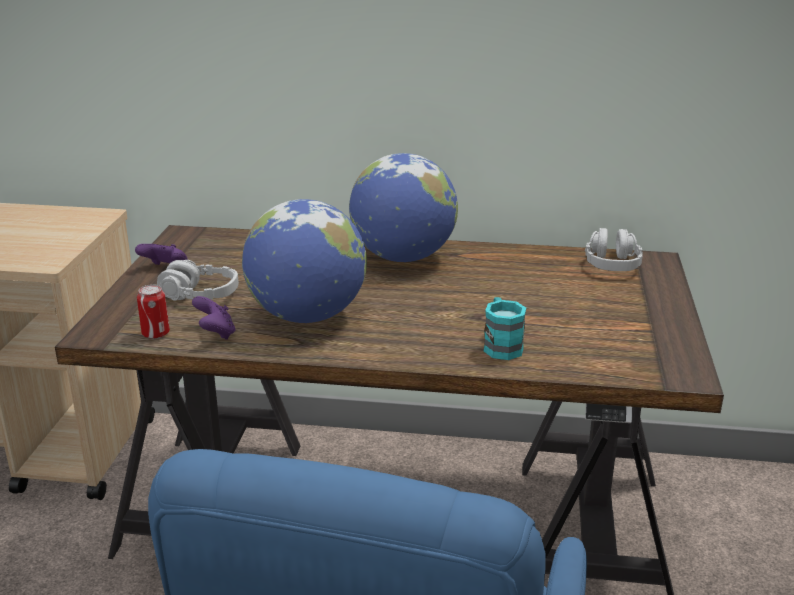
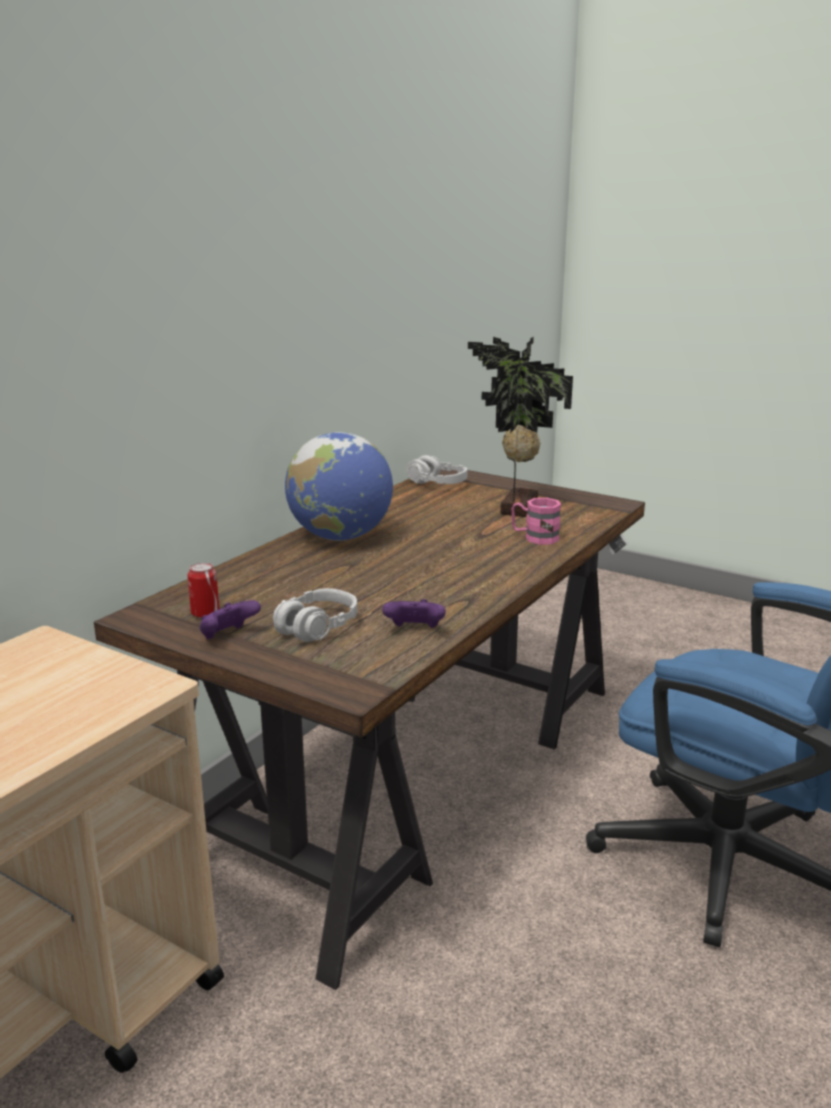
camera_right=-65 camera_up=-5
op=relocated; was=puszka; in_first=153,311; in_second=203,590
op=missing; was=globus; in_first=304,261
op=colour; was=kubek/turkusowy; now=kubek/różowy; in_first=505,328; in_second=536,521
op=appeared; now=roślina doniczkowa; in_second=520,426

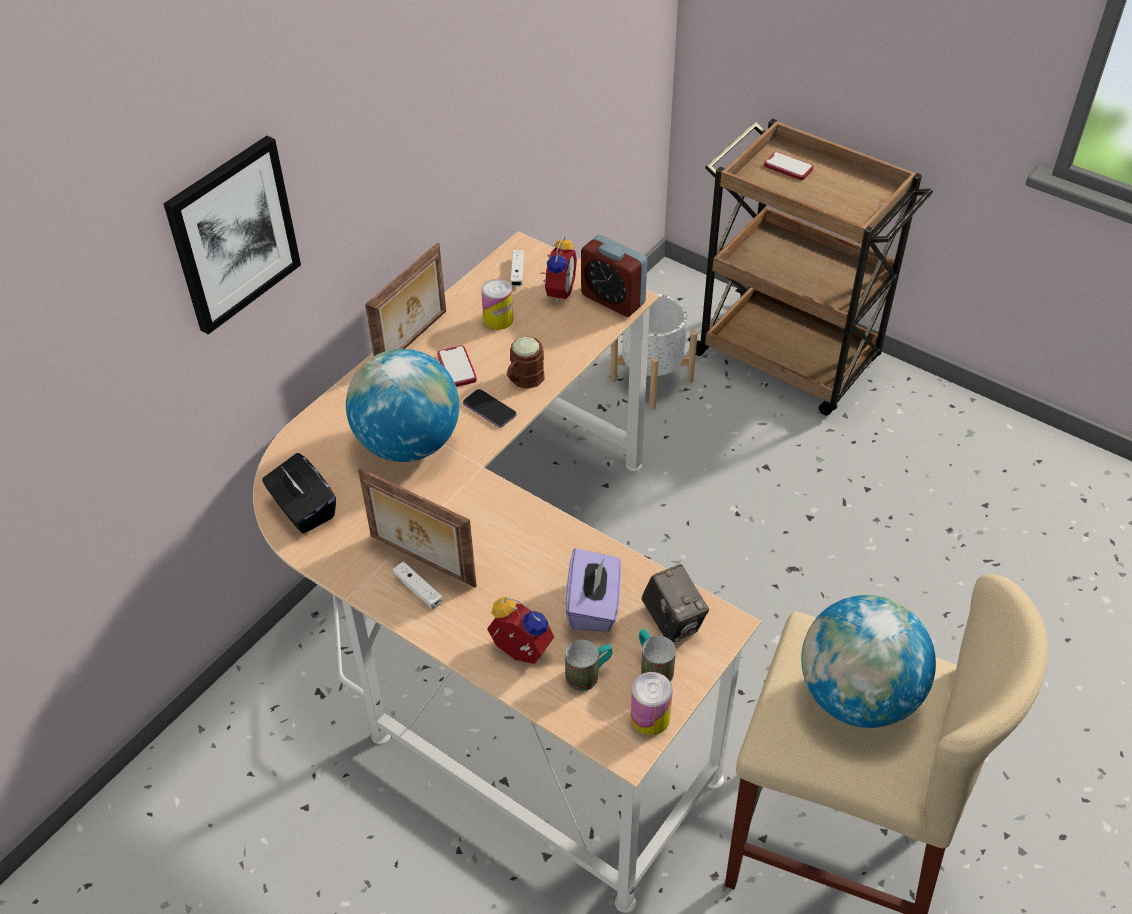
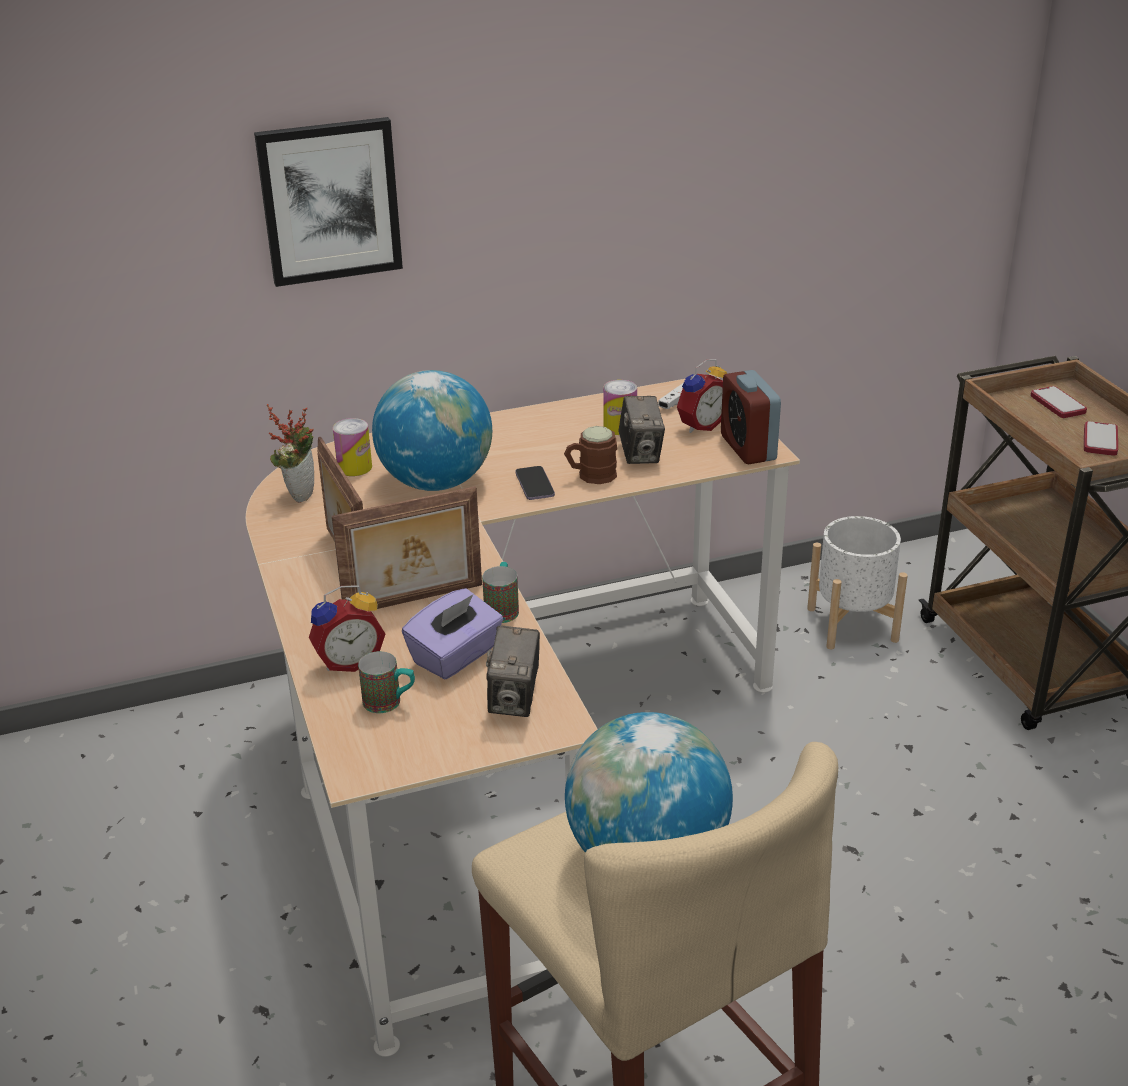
camera_right=35 camera_up=-15
op=exchanged; was=pudełko chusteczek/czarny; now=roślina doniczkowa; in_first=299,493; in_second=290,453
op=relocated; was=ramka na zdjęcie; in_first=405,299; in_second=407,547
op=missing; was=pad do gier/biały; in_first=418,585
op=relocated; was=telefon; in_first=457,366; in_second=1101,438
op=spun; was=budzik; in_first=520,630; in_second=347,629; clockwise=90
op=relocated; was=puszka; in_first=652,703; in_second=352,447
op=relocated; was=kubek; in_first=657,655; in_second=500,592
op=appeared; now=aparat fotograficzny; in_second=641,430

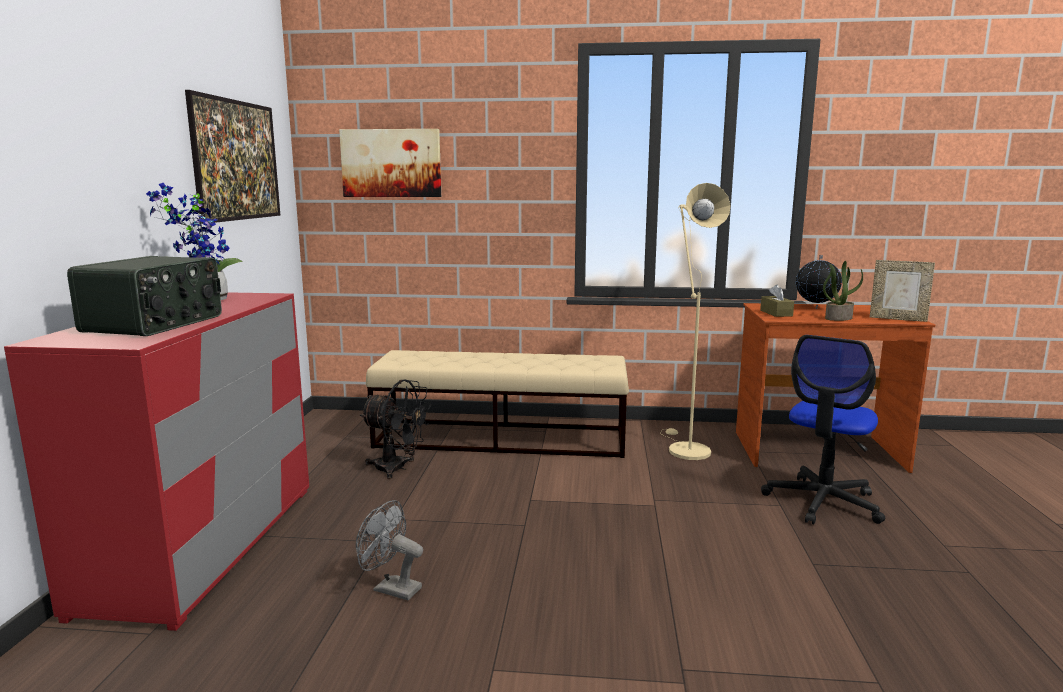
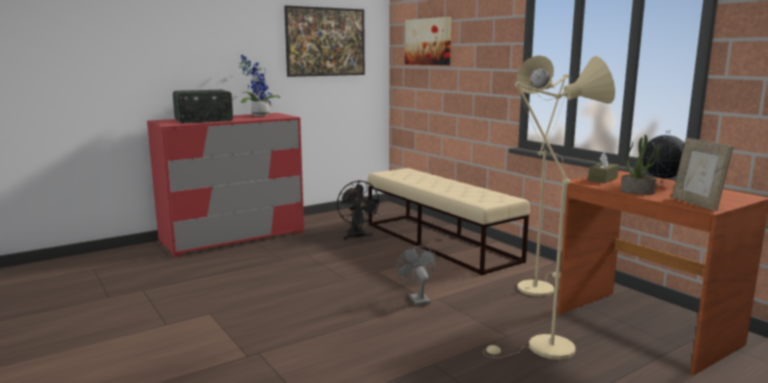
camera_right=50 camera_up=0
op=relocated; was=wentylator/szary; in_first=389,550; in_second=416,276
op=exchanged; was=krzesło biurowe; now=lampa stojąca/beżowy; in_first=823,429; in_second=549,207

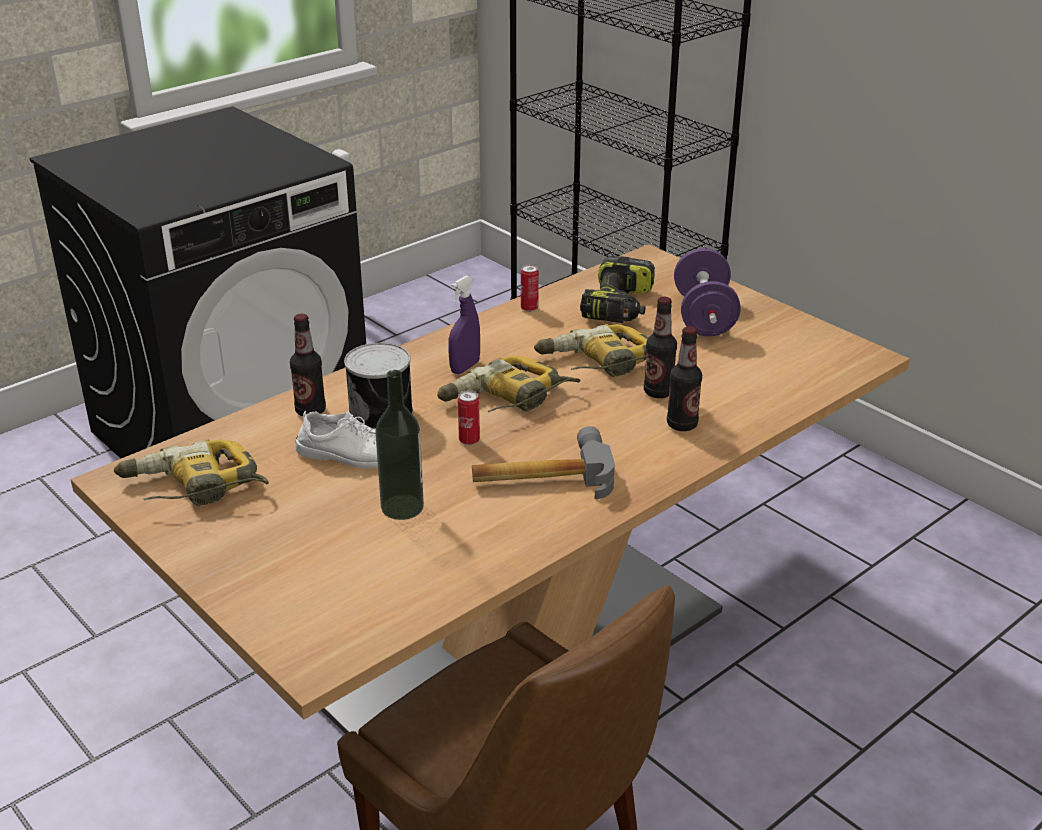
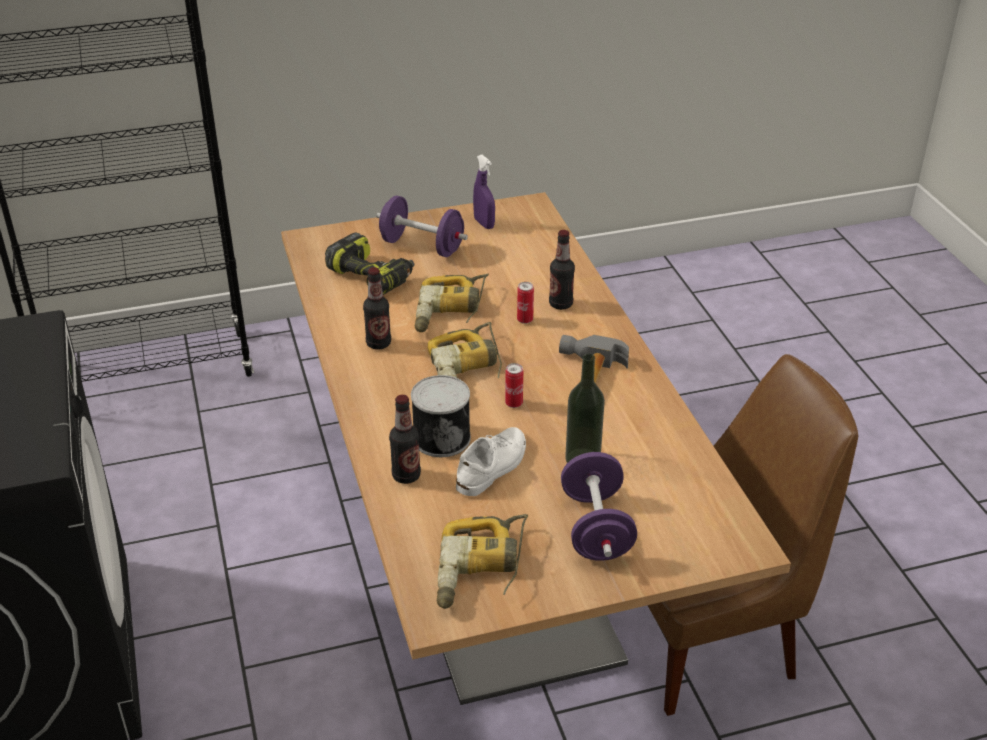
camera_right=-65 camera_up=5
op=relocated; was=spryskiwacz/fioletowy; in_first=464,325; in_second=484,192
op=relocated; was=puszka; in_first=530,288; in_second=525,303
op=relocated; was=butelka; in_first=660,347; in_second=377,308
op=appeared; now=hantel/fioletowy; in_second=599,506

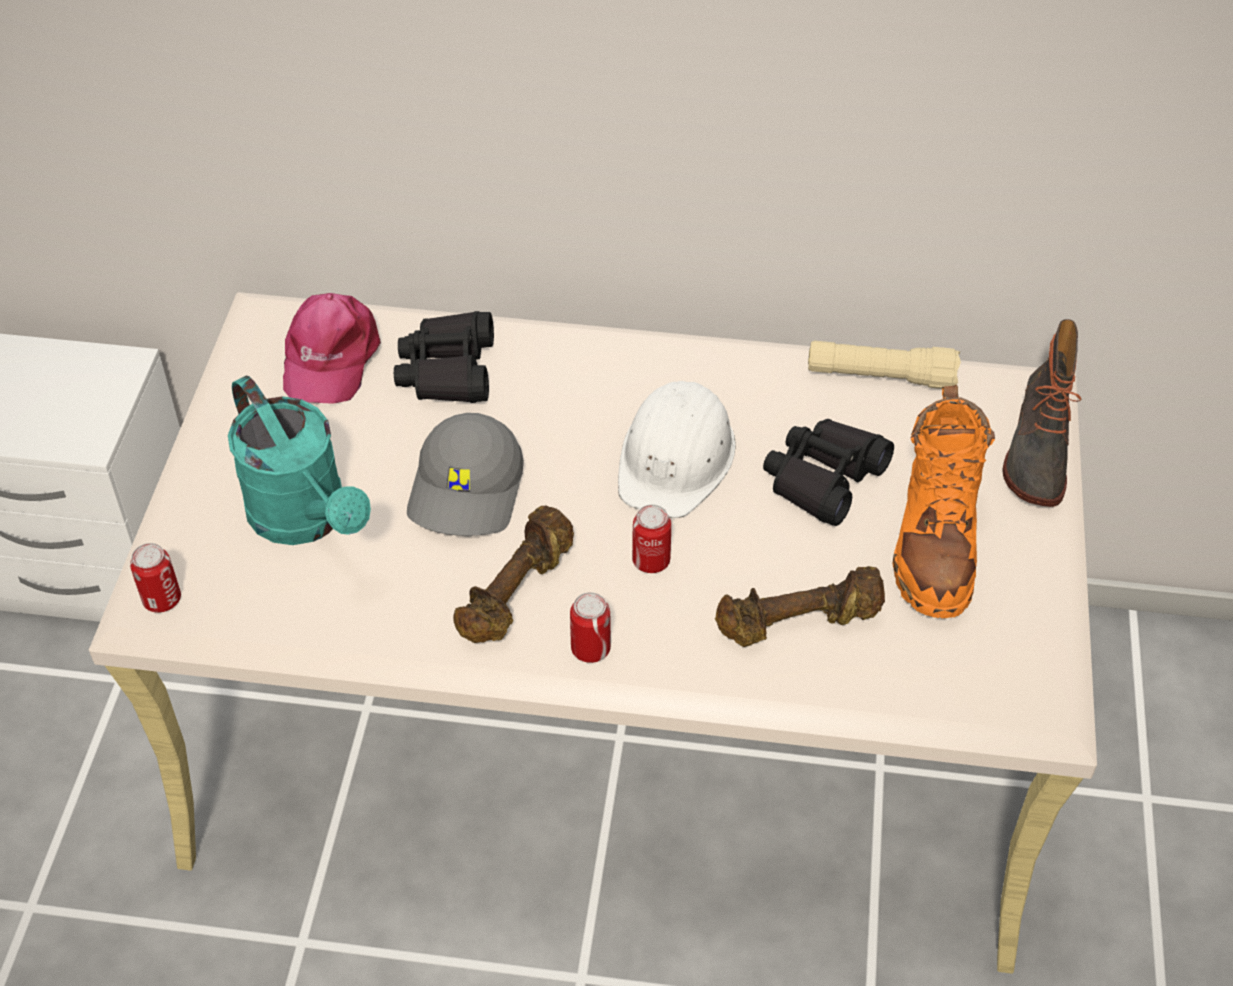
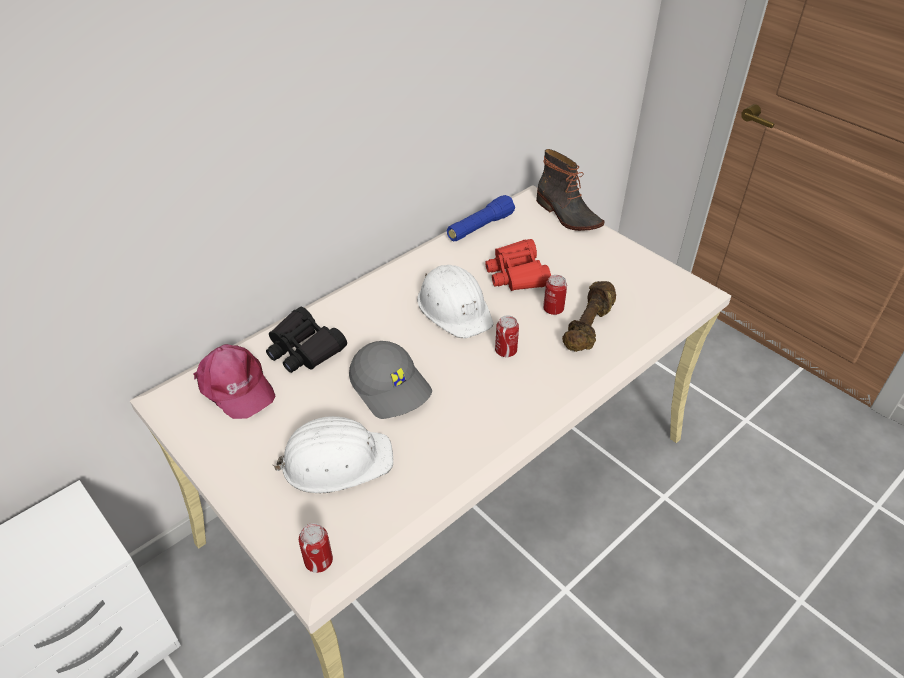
camera_right=-50 camera_up=-5
op=exchanged; was=konewka/turkusowy; now=kask/biały; in_first=299,460; in_second=333,454
op=missing; was=hantel/brązowy; in_first=513,574
op=relocated; was=puszka; in_first=590,627; in_second=555,295
op=colour; was=lornetka/czarny; now=lornetka/czerwony; in_first=828,472; in_second=518,265
op=colour; was=latarka/beżowy; now=latarka/niebieski; in_first=884,365; in_second=481,218
op=missing; was=but z cholewką/pomarańczowy; in_first=943,501

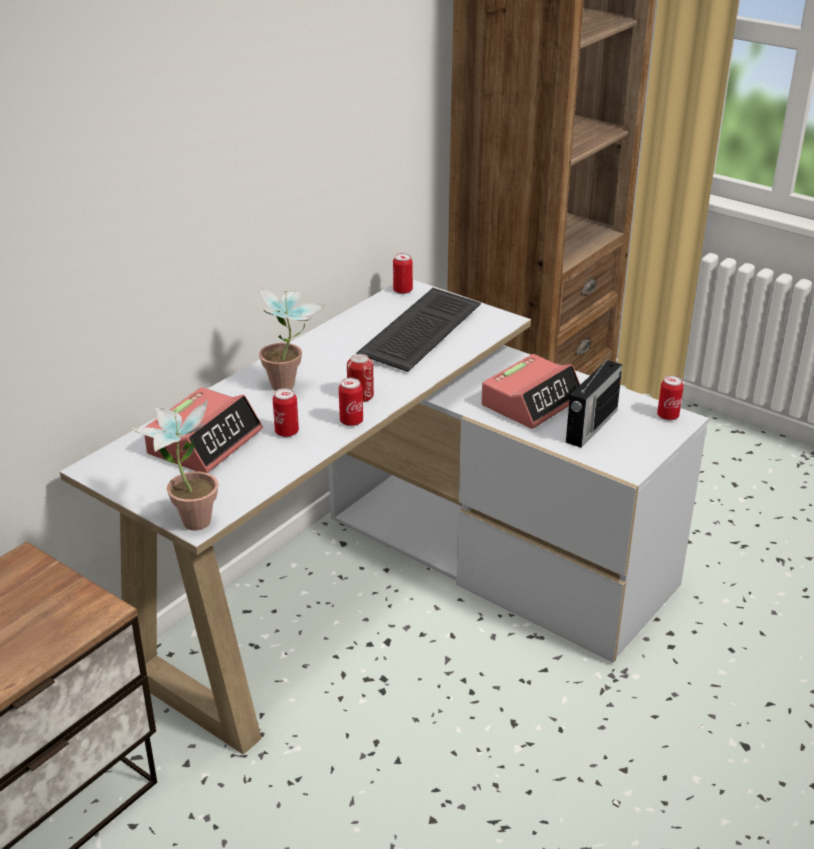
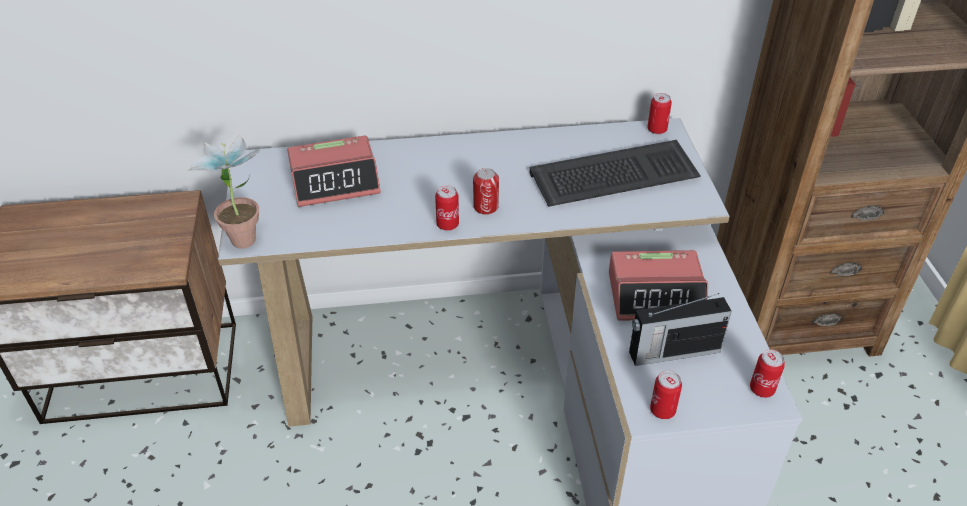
camera_right=45 camera_up=10
op=missing; was=roślina doniczkowa; in_first=291,338
op=relocated; was=puszka; in_first=286,412; in_second=666,395

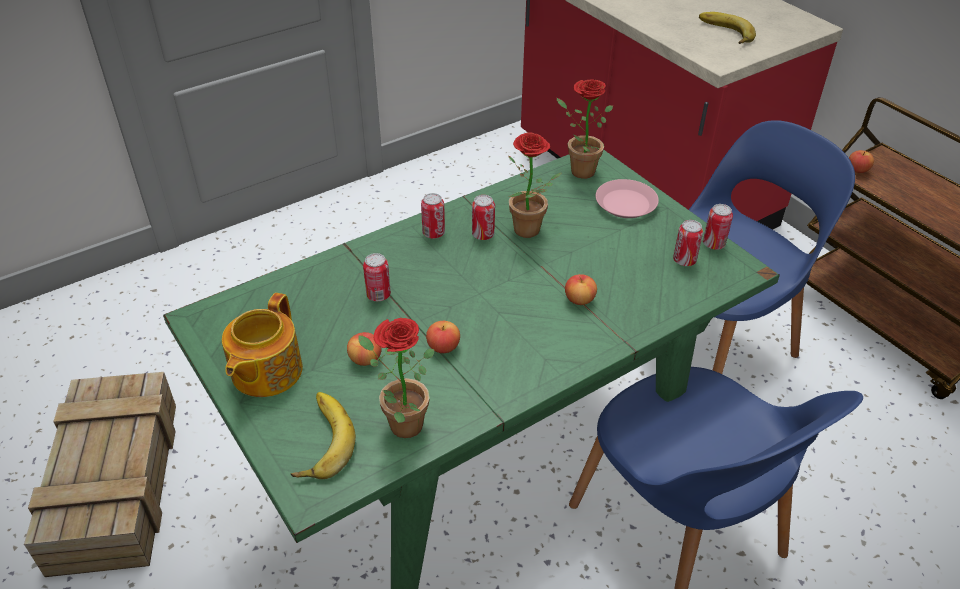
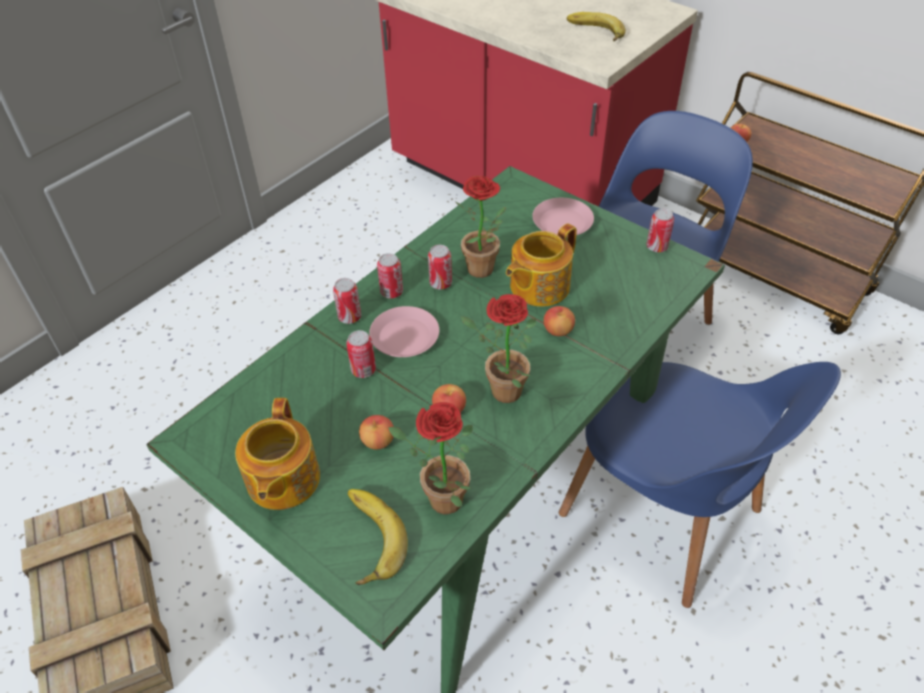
camera_right=-15 camera_up=5
op=relocated; was=roślina doniczkowa; in_first=585,129; in_second=498,348
op=relocated; was=puszka; in_first=688,243; in_second=347,301
op=appeared; now=talerz/różowy; in_second=404,331
op=appeared; now=imbryk; in_second=541,265

